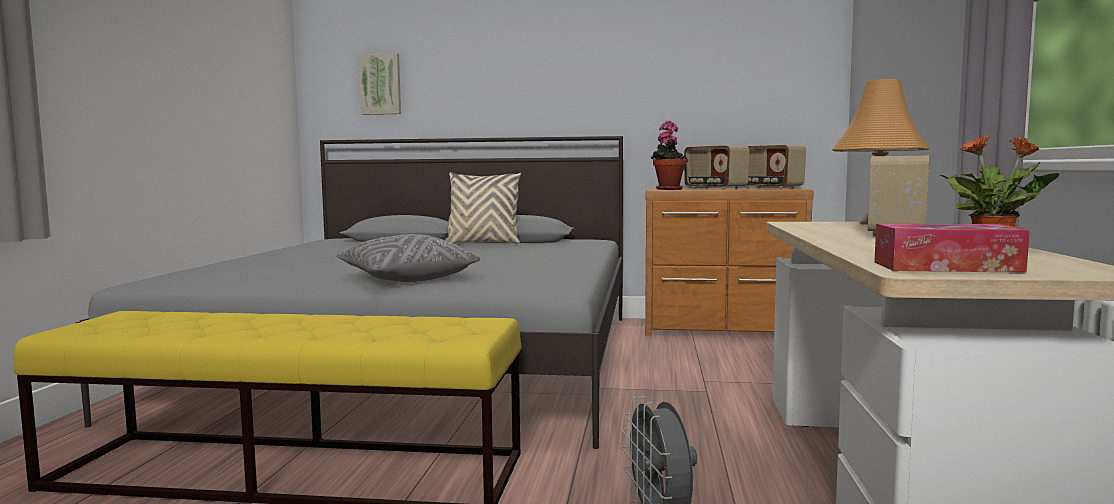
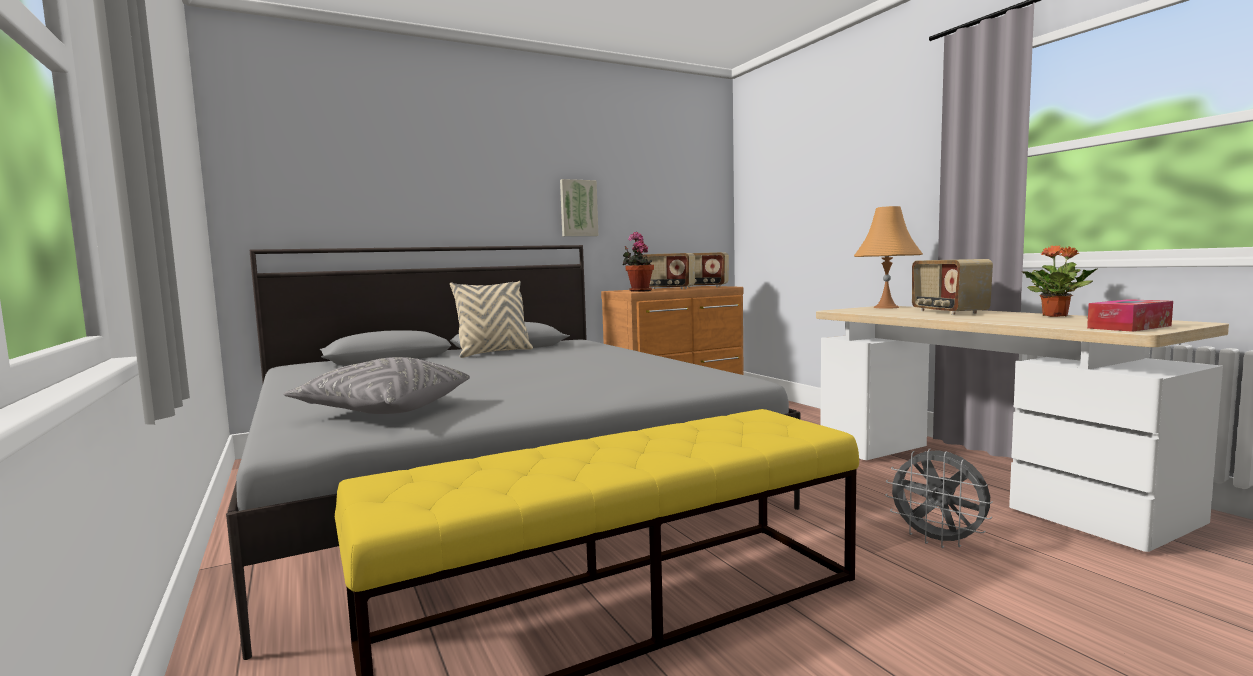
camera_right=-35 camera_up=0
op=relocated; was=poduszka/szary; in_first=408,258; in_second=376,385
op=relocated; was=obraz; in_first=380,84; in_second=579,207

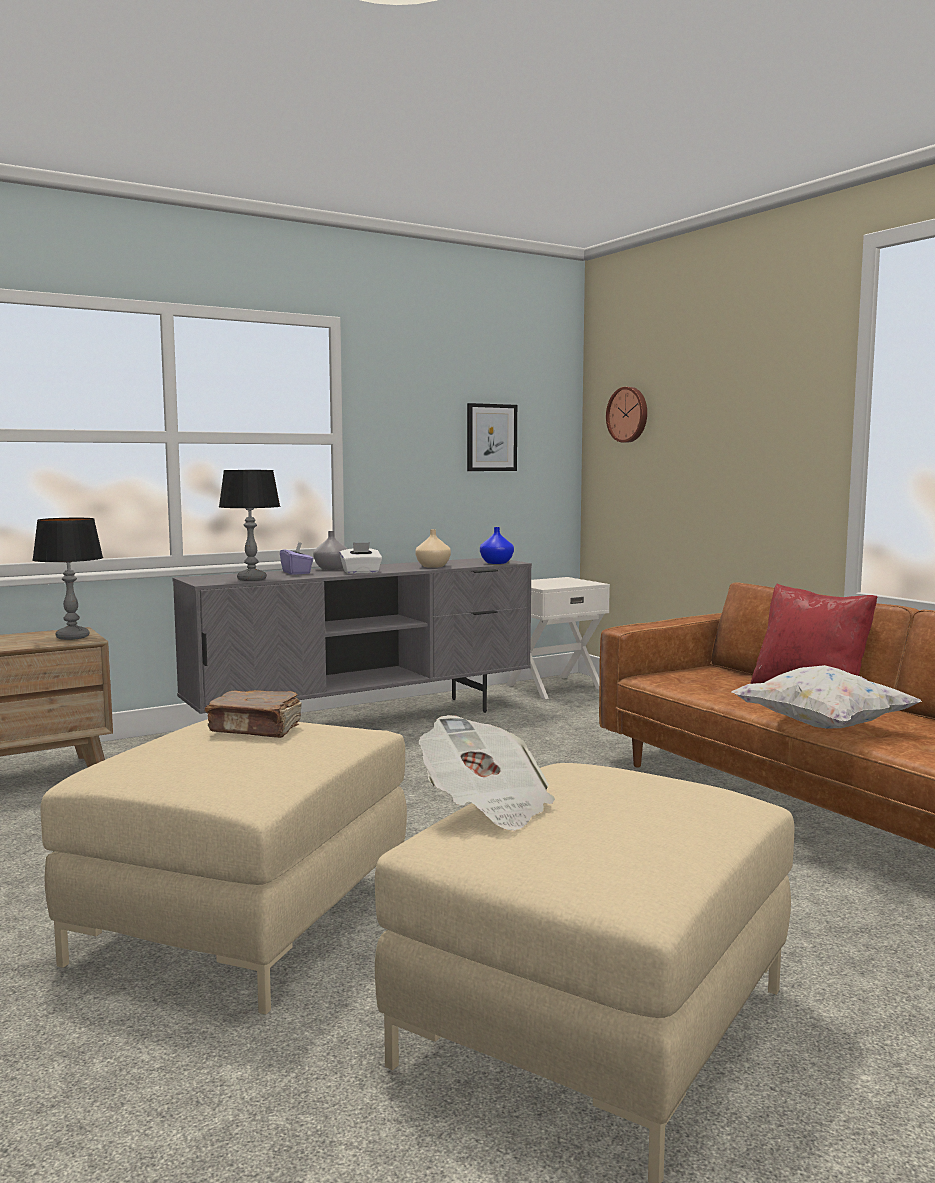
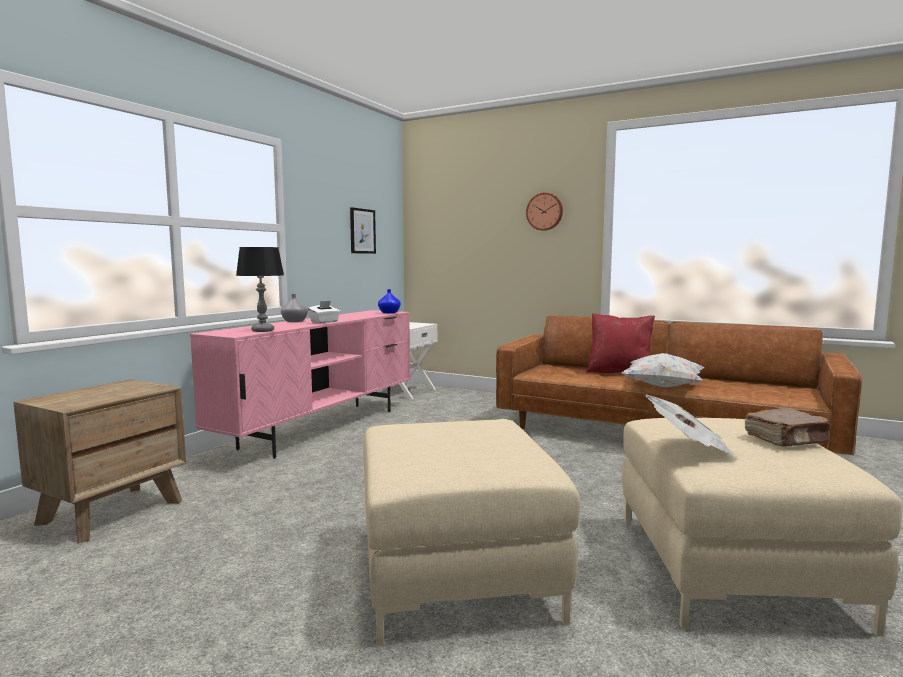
camera_right=-30 camera_up=0
op=missing; was=lampa stołowa; in_first=67,579
op=colour; was=szafka pod telewizor/szary; now=szafka pod telewizor/różowy; in_first=352,636; in_second=300,384
op=relocated; was=książka/brązowy; in_first=253,714; in_second=787,427
op=missing; was=pudełko chusteczek/fioletowy; in_first=296,558
op=missing; was=wazon/beżowy; in_first=433,548
op=relocated; was=zegar ścienny; in_first=626,415; in_second=544,212

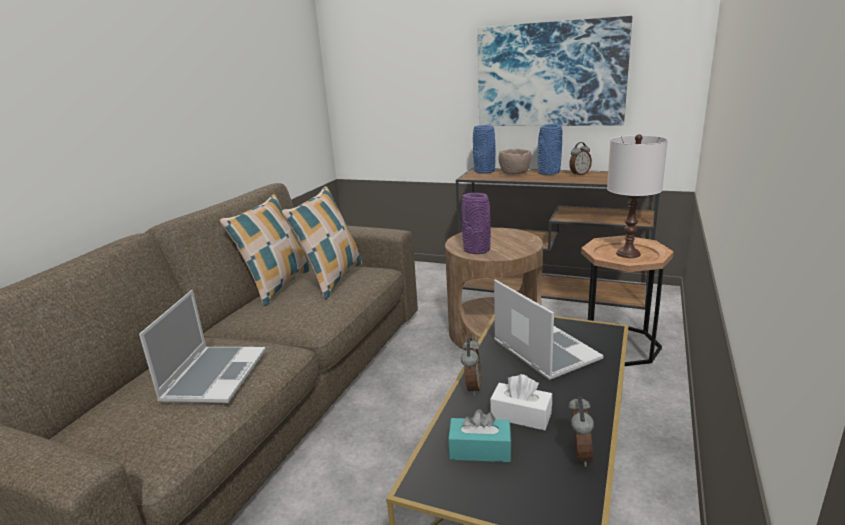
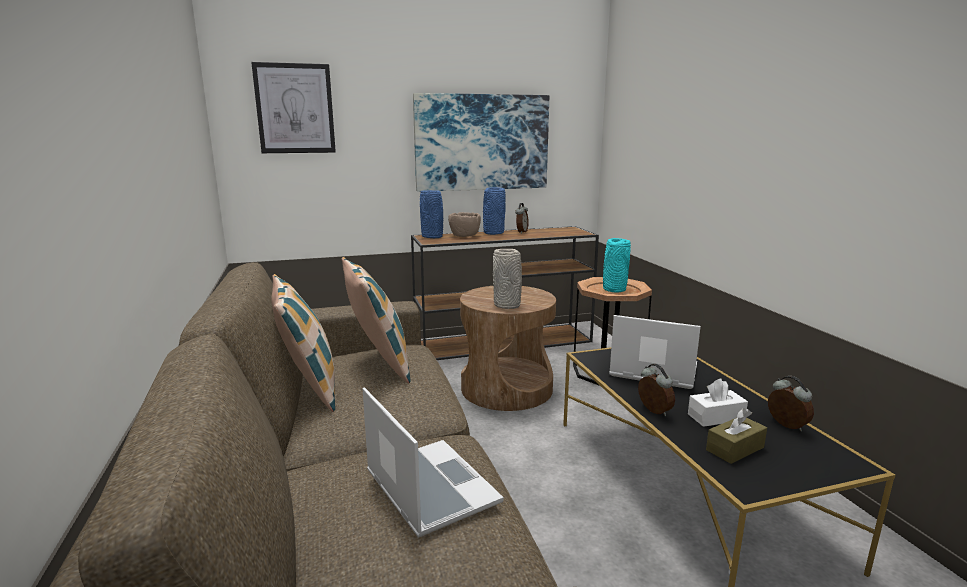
camera_right=-40 camera_up=-5
op=colour; was=pudełko chusteczek/turkusowy; now=pudełko chusteczek/brązowy; in_first=480,435; in_second=736,436
op=colour; was=wazon/fioletowy; now=wazon/szary; in_first=476,223; in_second=507,279
op=exchanged; was=lampa stołowa/biały; now=wazon/turkusowy; in_first=637,196; in_second=617,265
op=appeared; now=obraz; in_second=293,107

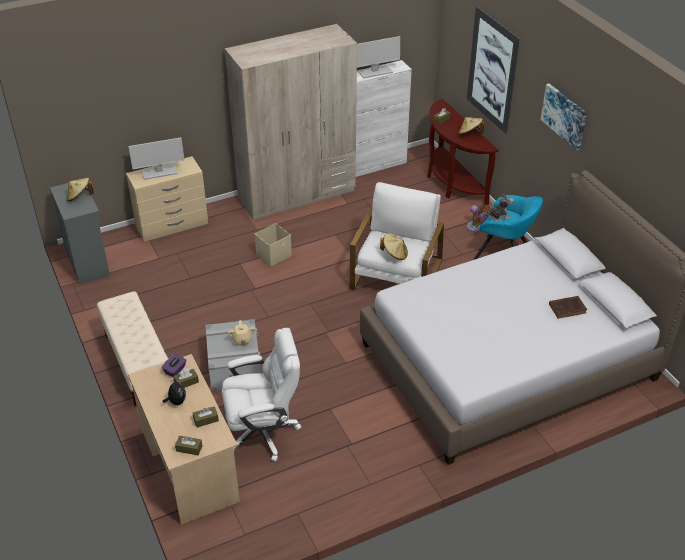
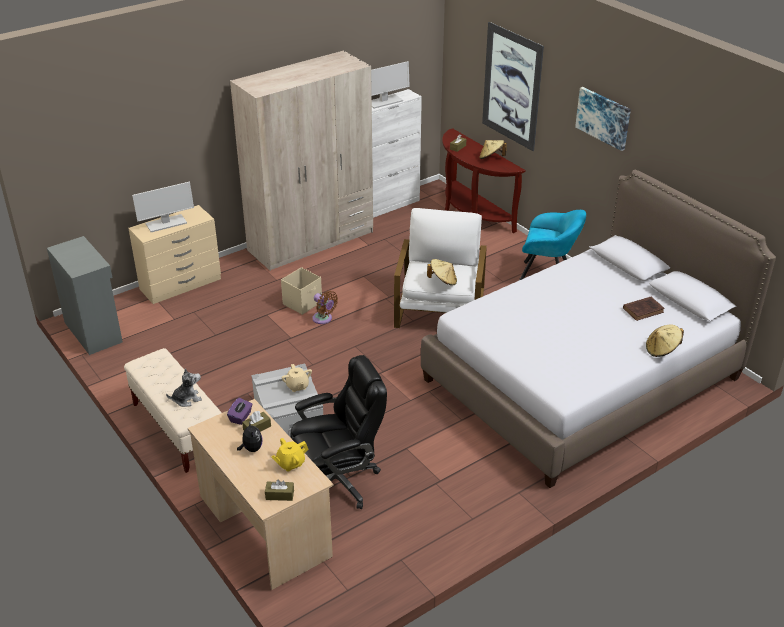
camera_right=-10 camera_up=-5
op=relocated; was=kapelusz/beżowy; in_first=80,190; in_second=665,340
op=exchanged; was=pudełko chusteczek/brązowy; now=imbryk/żółty; in_first=206,417; in_second=289,454
op=colour; was=krzesło biurowe/biały; now=krzesło biurowe/czarny; in_first=261,394; in_second=338,432
op=relocated; was=wentylator/brązowy; in_first=479,218; in_second=325,307
op=relocated; was=pluszak; in_first=499,207; in_second=184,387

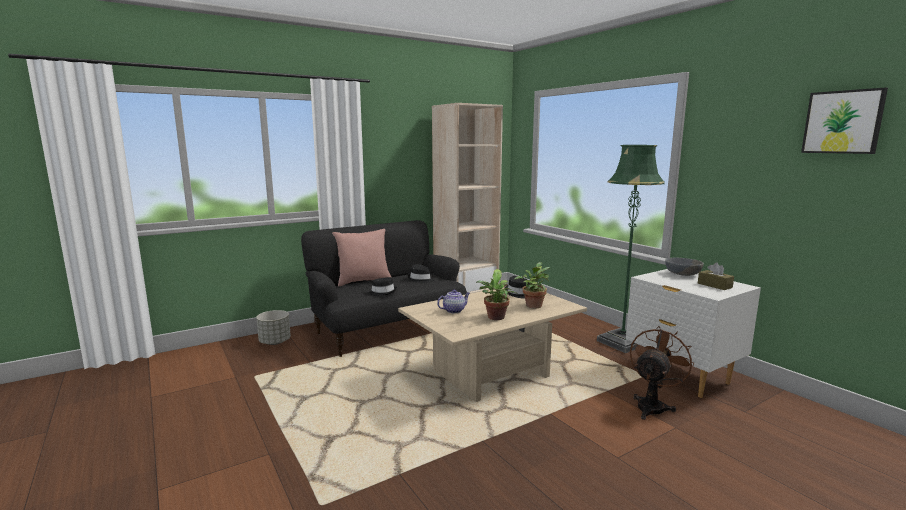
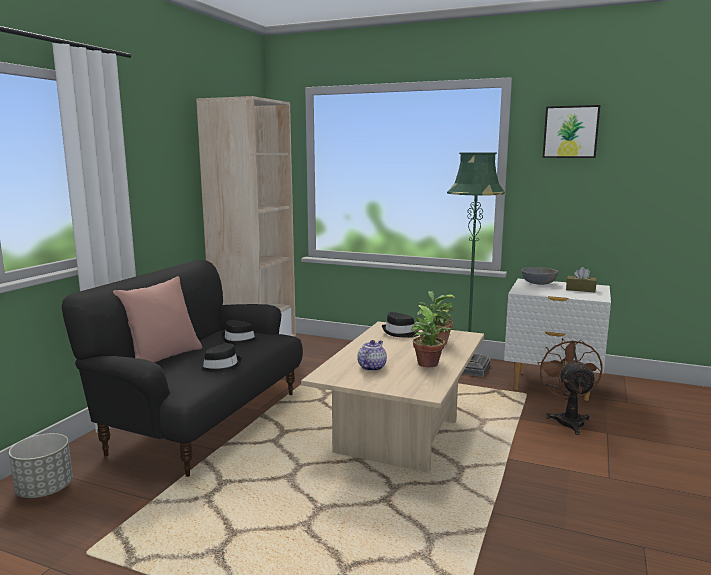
camera_right=-35 camera_up=0
op=relocated; was=obraz; in_first=844,121; in_second=571,131

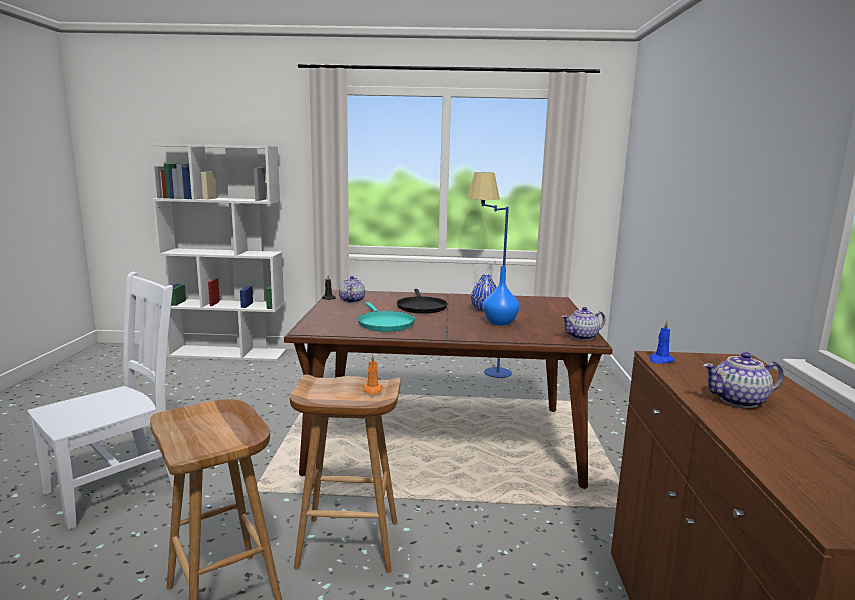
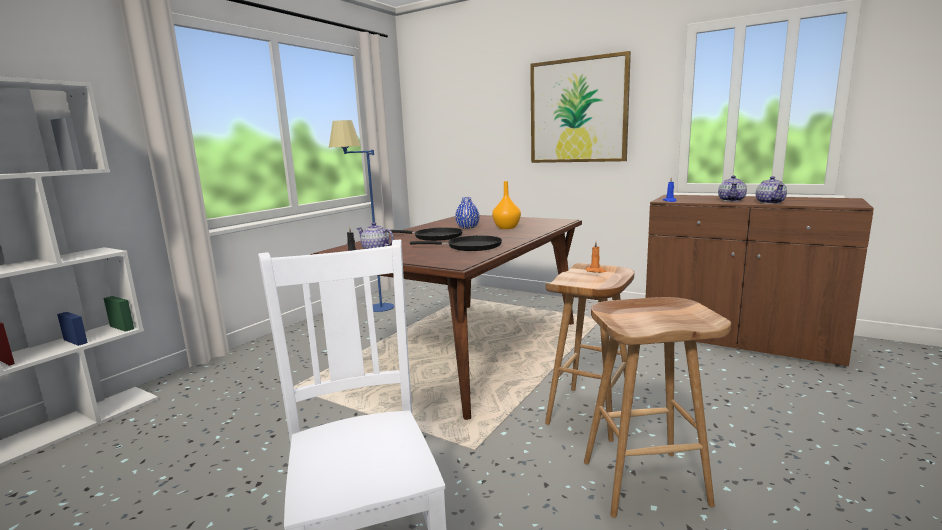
camera_right=-60 camera_up=0
op=colour; was=patelnia/turkusowy; now=patelnia/czarny; in_first=386,317; in_second=456,243
op=colour; was=wazon/niebieski; now=wazon/pomarańczowy; in_first=501,296; in_second=506,205
op=relocated; was=imbryk; in_first=583,323; in_second=771,190
op=appeared; now=obraz; in_second=580,107

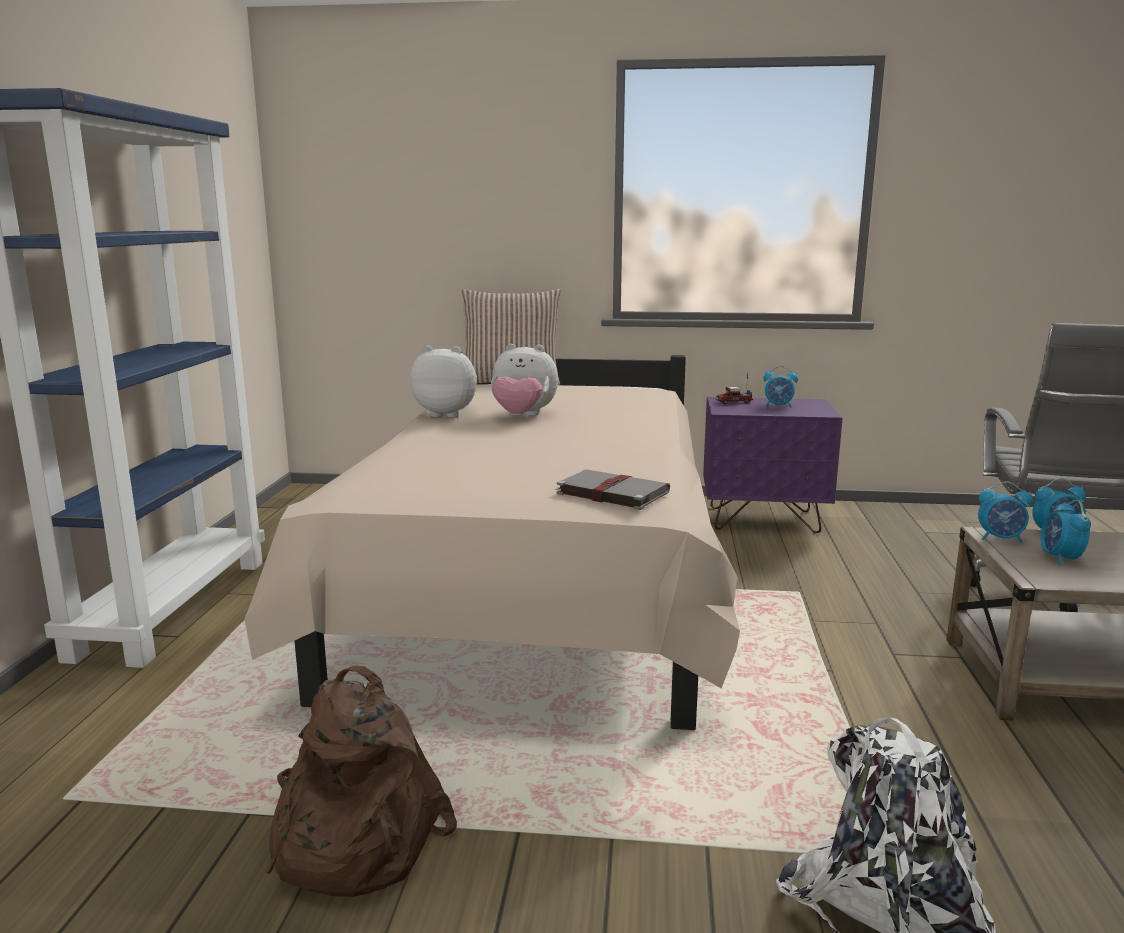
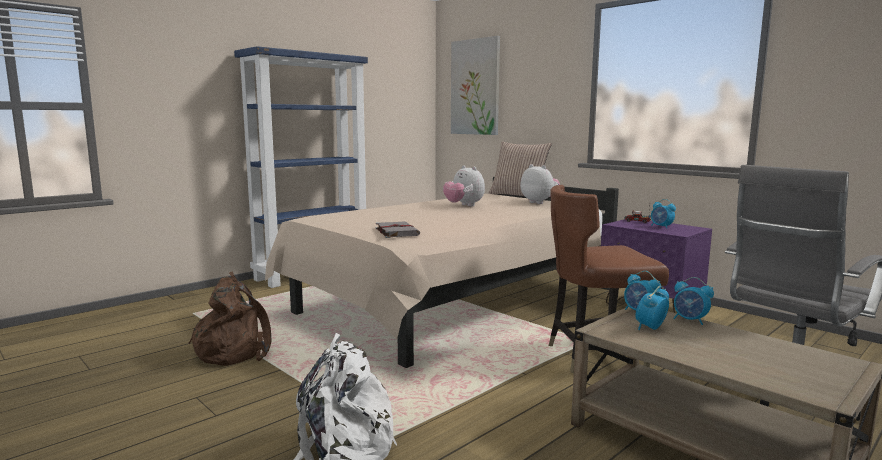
camera_right=40 camera_up=-5
op=relocated; was=pluszak; in_first=443,382; in_second=540,184
op=appeared; now=obraz; in_second=475,85
op=appeared; now=krzesło/brązowy; in_second=609,279

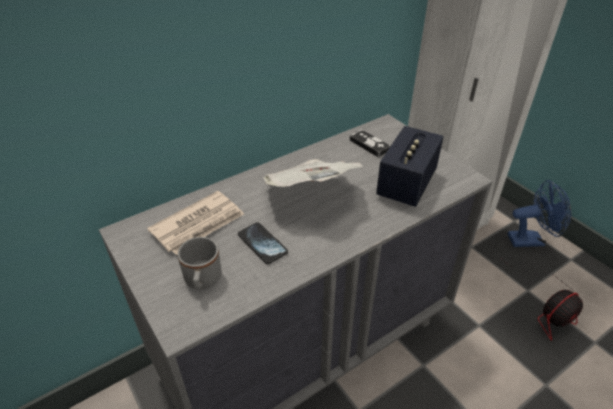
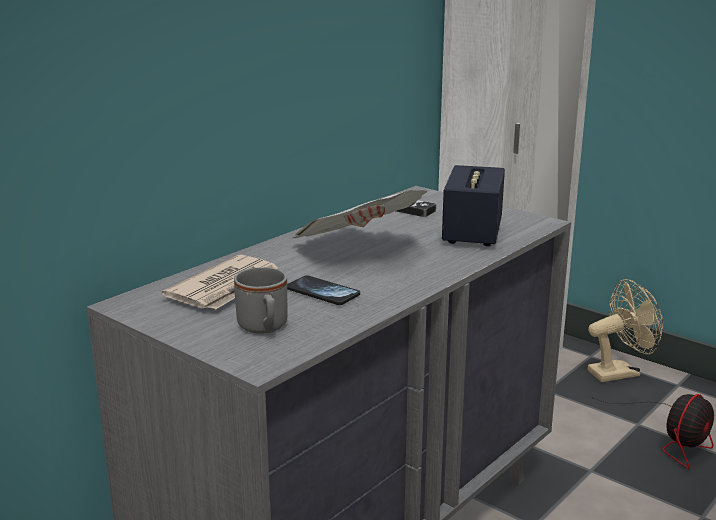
camera_right=-15 camera_up=-20
op=colour; was=wentylator/niebieski; now=wentylator/beżowy; in_first=540,213; in_second=625,330

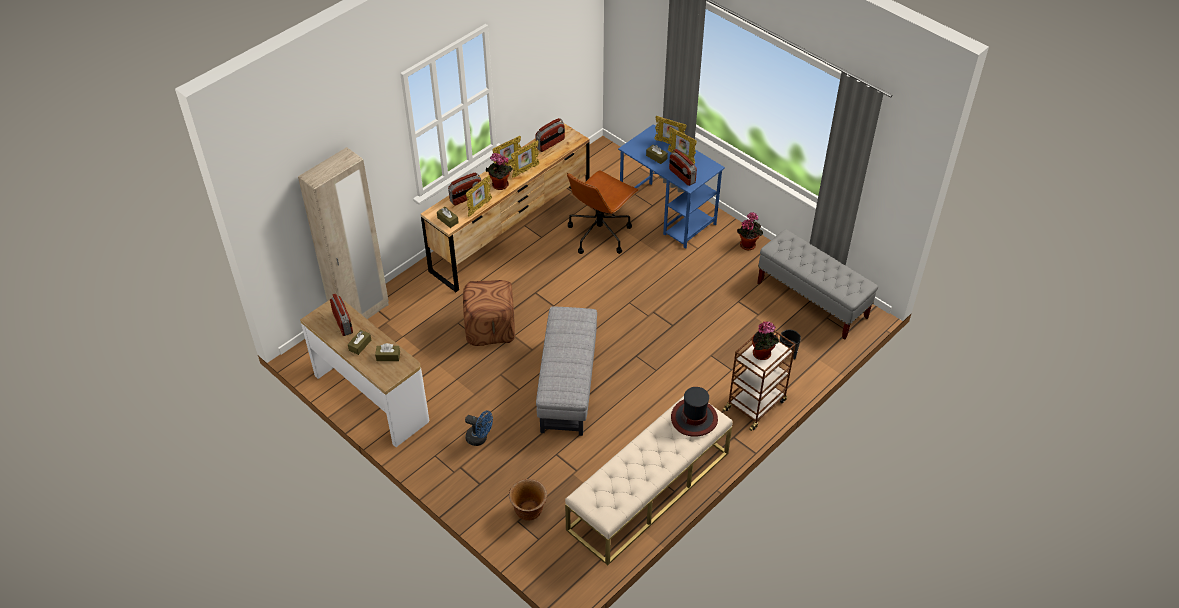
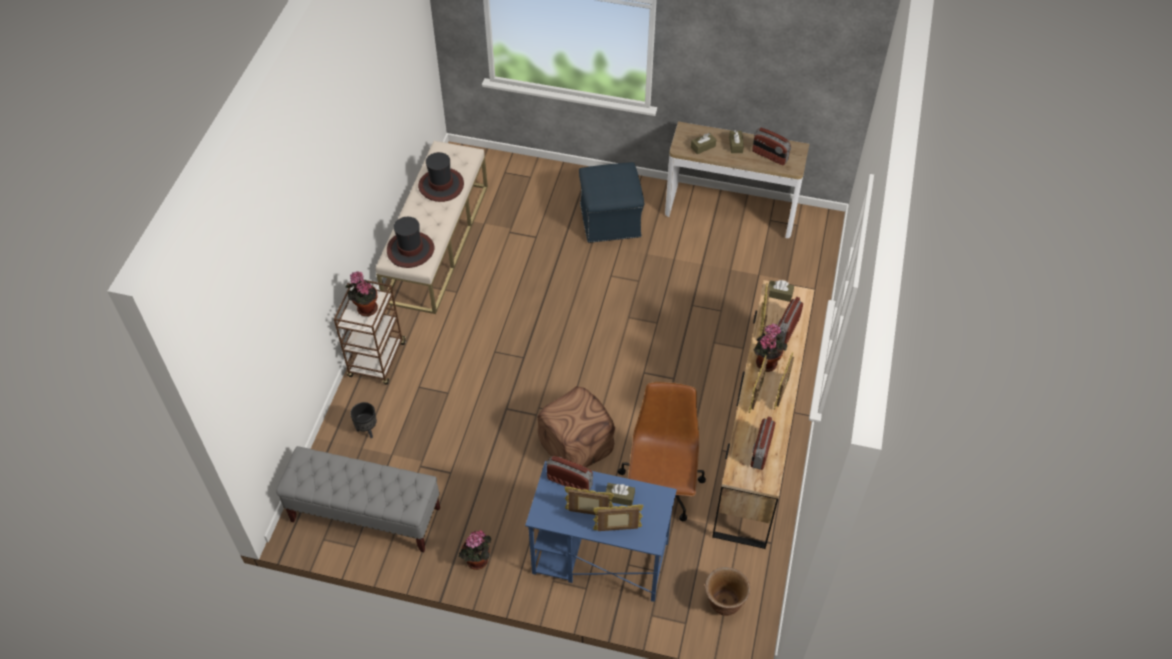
camera_right=150 camera_up=5
op=missing; was=szafa/beżowy; in_first=343,233
op=relocated; was=pufa/brązowy; in_first=489,313; in_second=576,426
op=exchanged; was=wentylator/niebieski; now=pufa/niebieski; in_first=479,428; in_second=612,202
op=relocated; was=donica/brązowy; in_first=528,500; in_second=727,591
op=missing; was=pufa/szary; in_first=566,371
op=appeared; now=kapelusz; in_second=441,177

